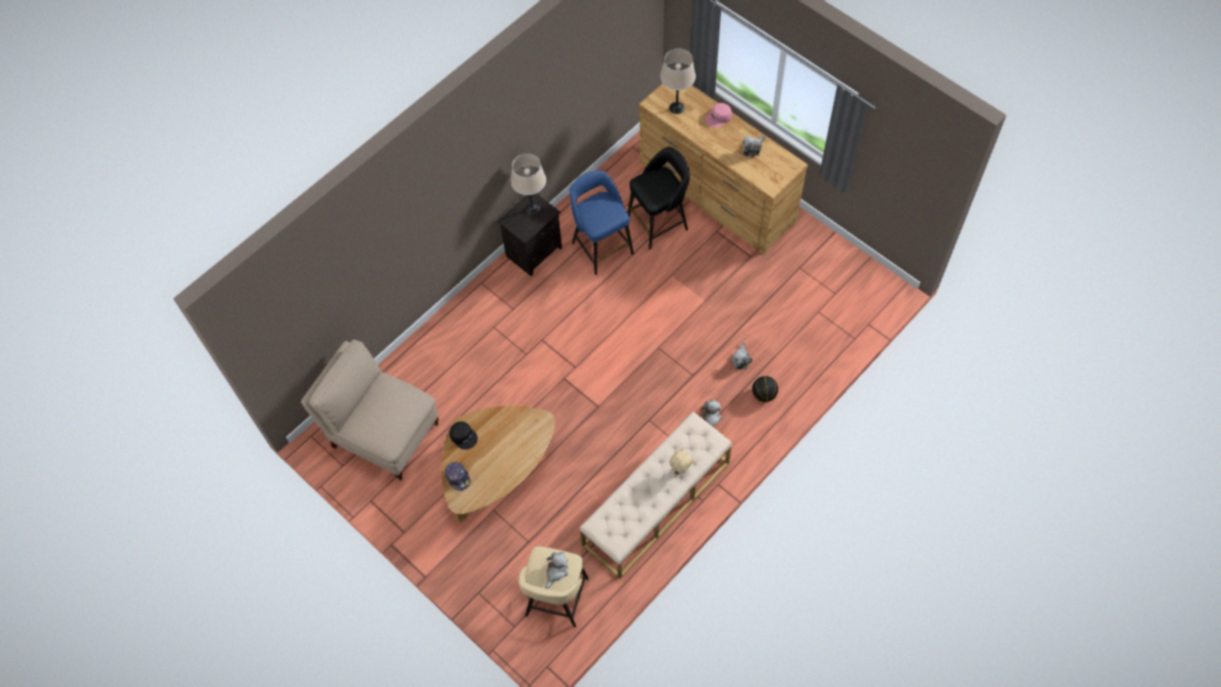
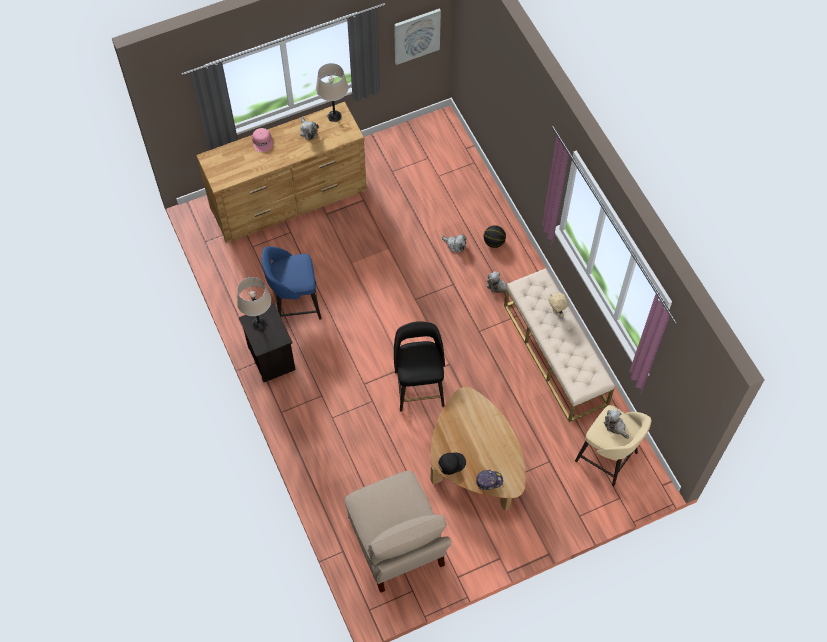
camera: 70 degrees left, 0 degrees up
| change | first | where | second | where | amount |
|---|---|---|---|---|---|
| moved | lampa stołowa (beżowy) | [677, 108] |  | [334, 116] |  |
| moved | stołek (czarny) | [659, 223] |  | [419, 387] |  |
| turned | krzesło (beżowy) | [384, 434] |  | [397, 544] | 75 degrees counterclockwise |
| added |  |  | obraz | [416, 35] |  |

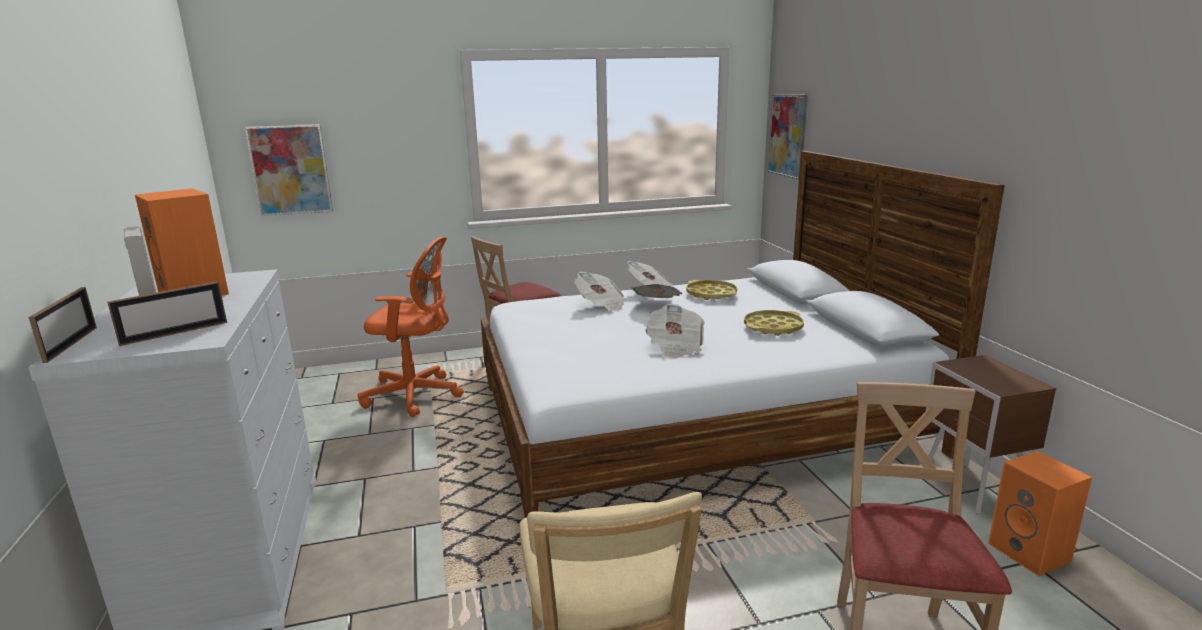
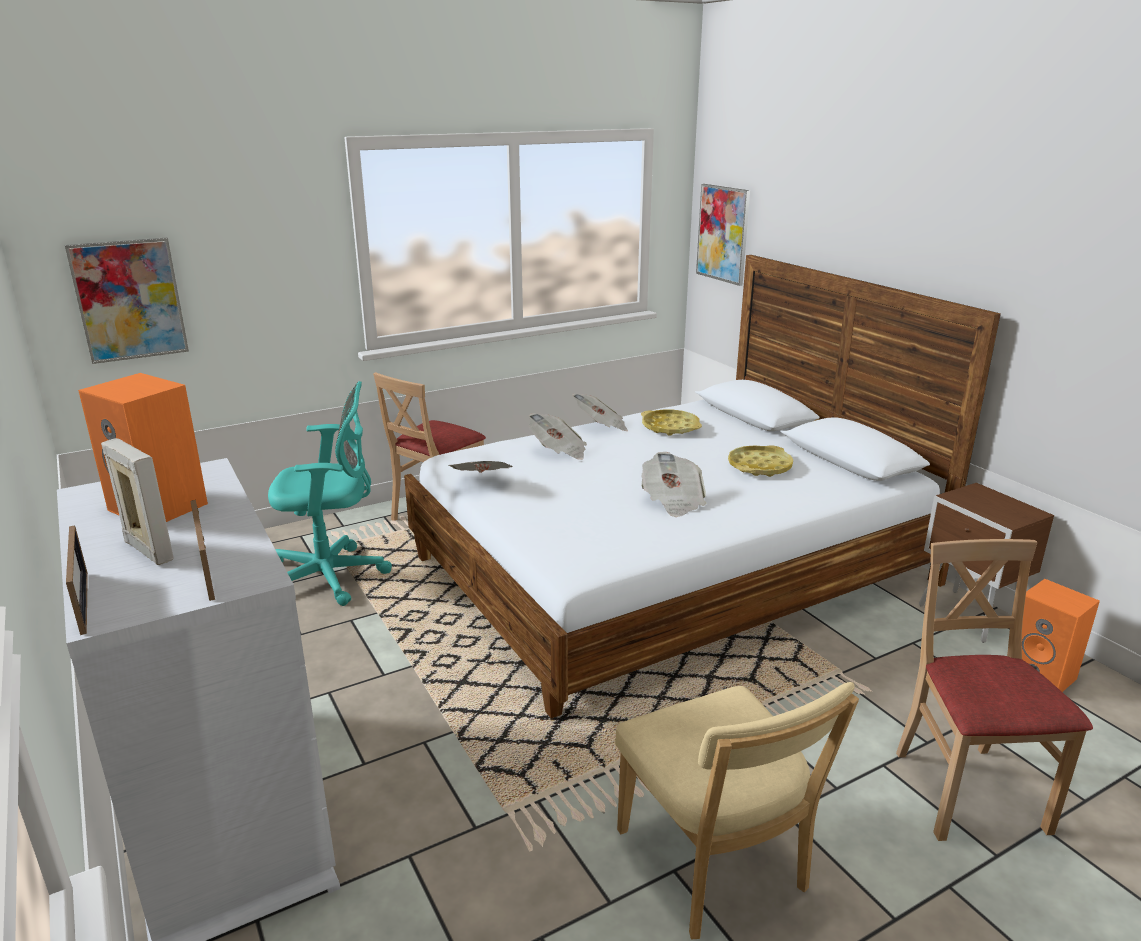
camera: 15 degrees left, 5 degrees up
| change | first | where | second | where | amount |
|---|---|---|---|---|---|
| recoloured | krzesło biurowe (pomarańczowy) | [416, 395] | krzesło biurowe (turkusowy) | [332, 576] |  |
| turned | ramka na zdjęcie | [175, 333] |  | [207, 571] | 120 degrees clockwise |
| moved | gazeta | [657, 305] |  | [482, 482] |  |

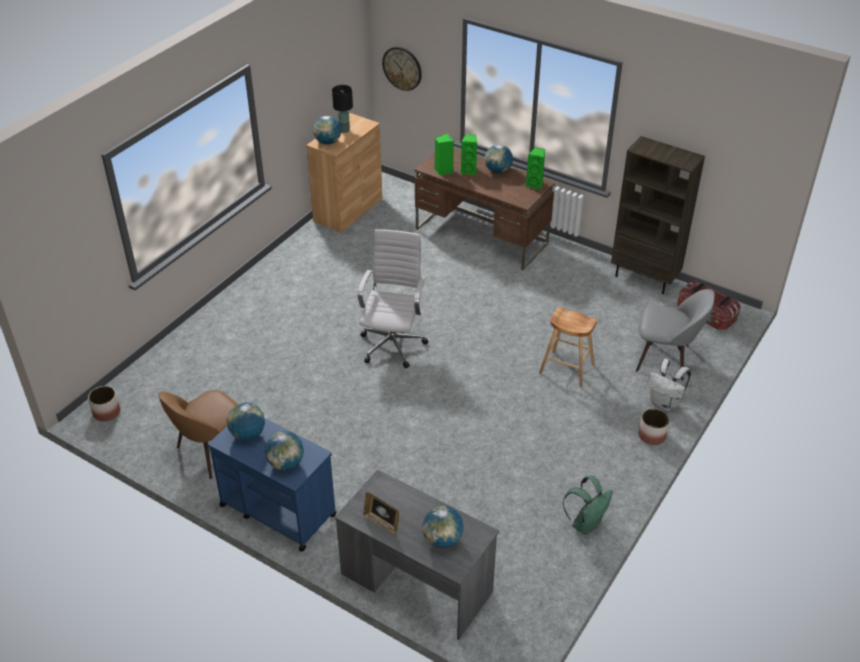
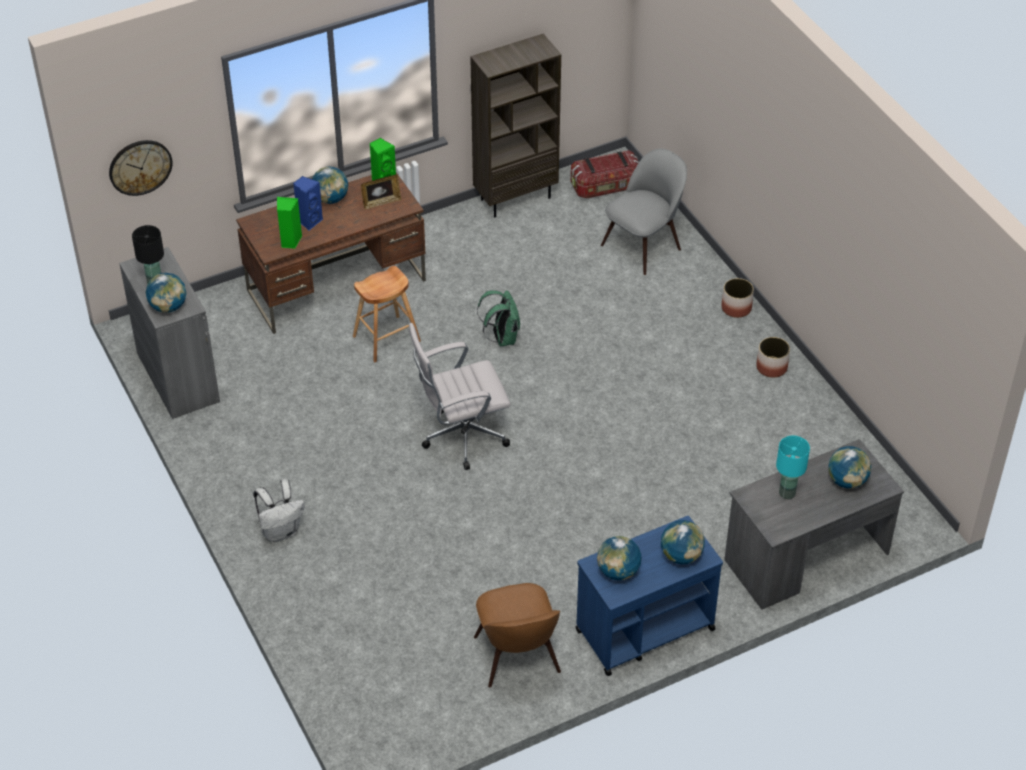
camera: 60 degrees left, 5 degrees up
| change | first | where | second | where | amount |
|---|---|---|---|---|---|
| recoloured | szafka (brązowy) | [348, 209] | szafka (szary) | [178, 377] |  |
| recoloured | głośnik (zielony) | [469, 170] | głośnik (niebieski) | [309, 221] |  |
| turned | krzesło biurowe (biały) | [393, 343] |  | [461, 437] | 60 degrees counterclockwise |
| moved | stołek (brązowy) | [567, 369] |  | [386, 339] |  |
| moved | plecak (biały) | [665, 403] |  | [281, 531] |  |
| moved | donica | [107, 412] |  | [772, 367] |  |
| moved | plecak (zielony) | [586, 523] |  | [502, 338] |  |
| moved | ramka na zdjęcie | [382, 523] |  | [381, 202] |  |
| added |  |  | lampa stołowa (turkusowy) | [787, 493] |  |

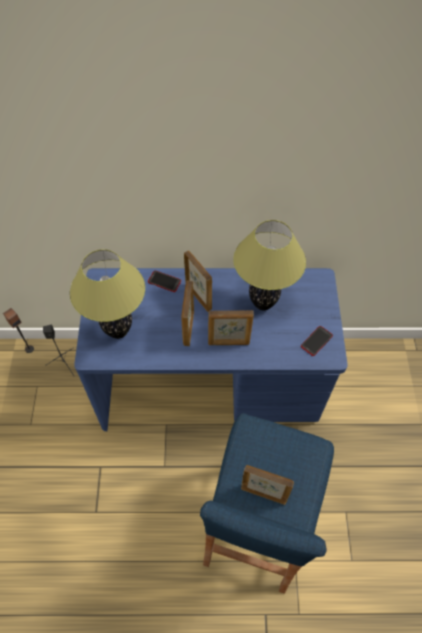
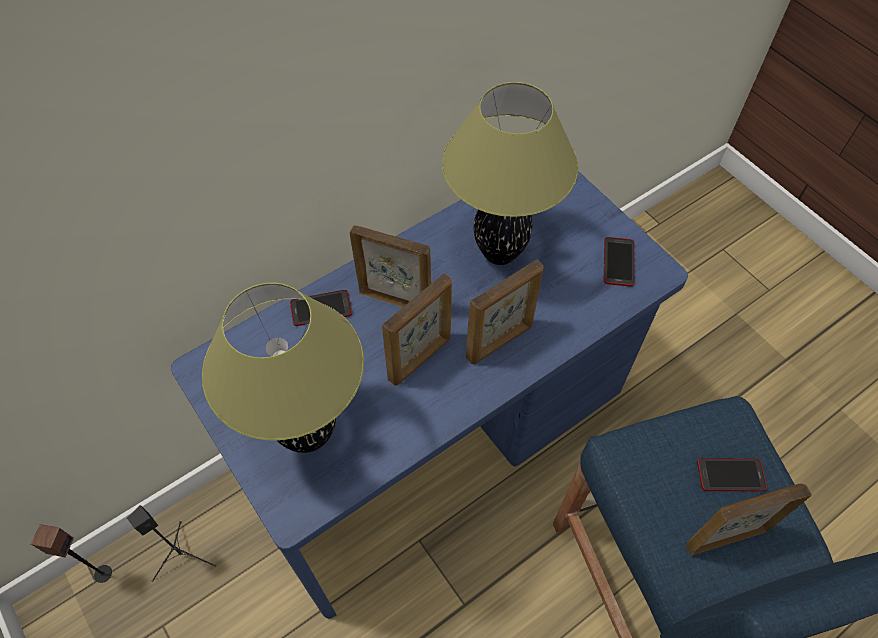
camera: 35 degrees left, 0 degrees up
| change | first | where | second | where | amount |
|---|---|---|---|---|---|
| turned | ramka na zdjęcie | [188, 328] |  | [420, 359] | 105 degrees counterclockwise |
| added |  |  | telefon | [730, 475] |  |

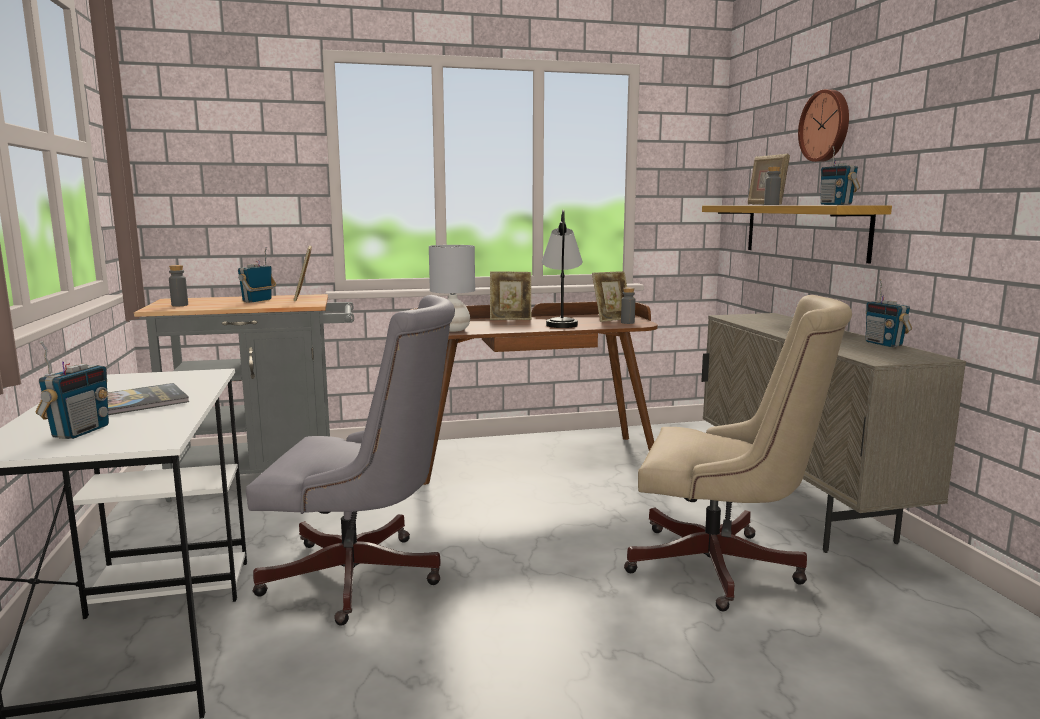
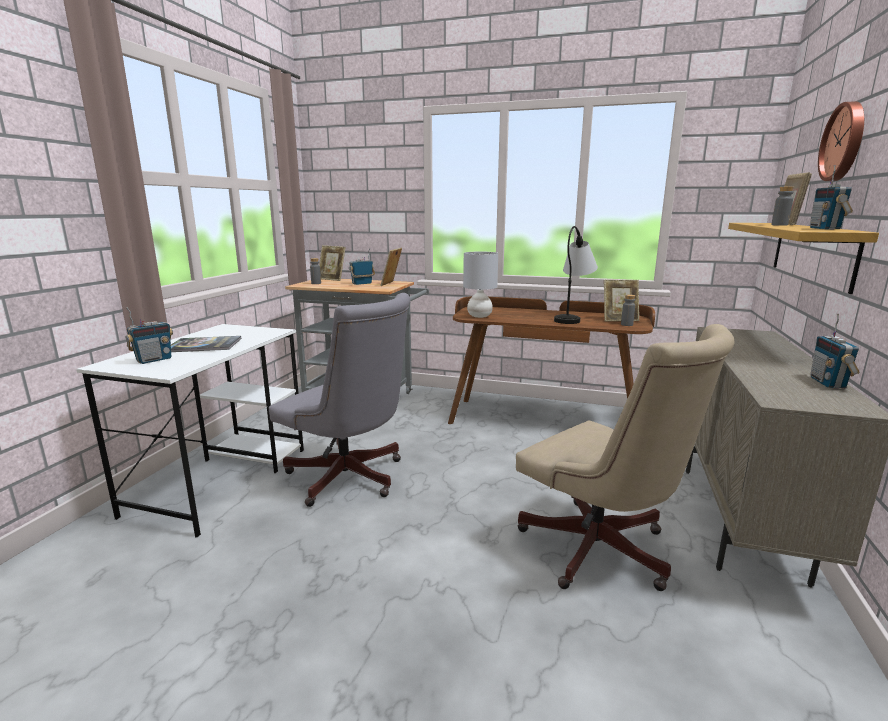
camera: 30 degrees right, 5 degrees up
| change | first | where | second | where | amount |
|---|---|---|---|---|---|
| moved | ramka na zdjęcie | [510, 319] |  | [332, 279] |  |

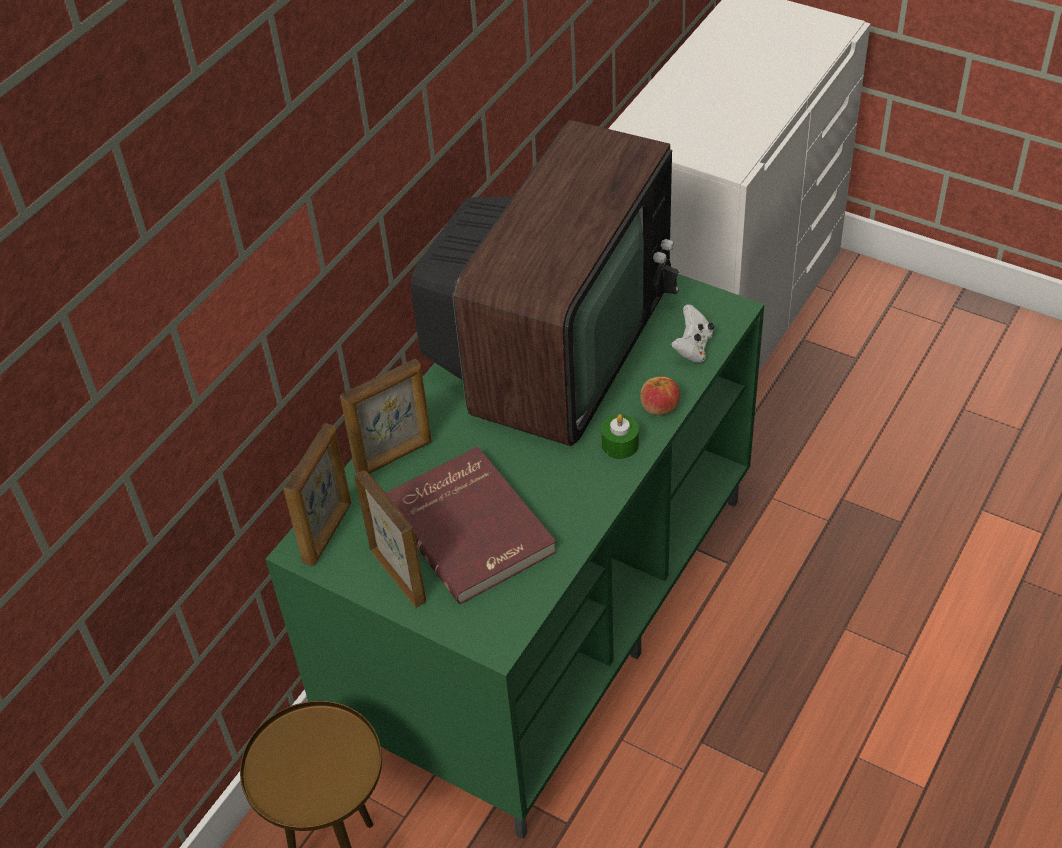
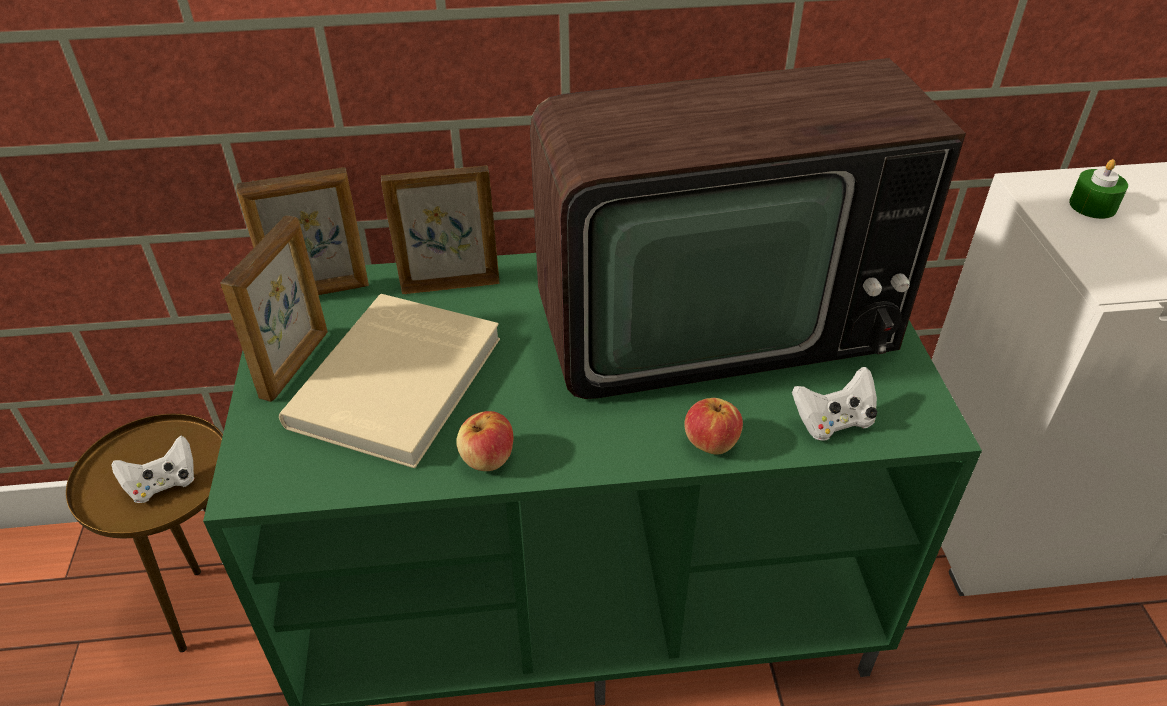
camera: 50 degrees right, 5 degrees down
| change | first | where | second | where | amount |
|---|---|---|---|---|---|
| turned | ramka na zdjęcie | [394, 457] |  | [450, 284] | 150 degrees clockwise |
| moved | świeca (zielony) | [620, 444] |  | [1092, 206] |  |
| recoloured | książka (czerwony) | [472, 527] | książka (beżowy) | [400, 383] |  |
| added |  |  | jabłko | [487, 458] |  |
| added |  |  | pad do gier (biały) | [163, 484] |  |

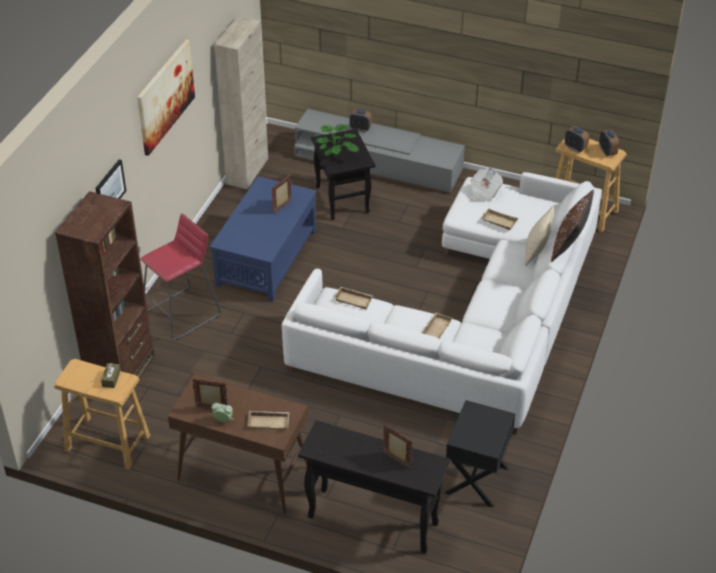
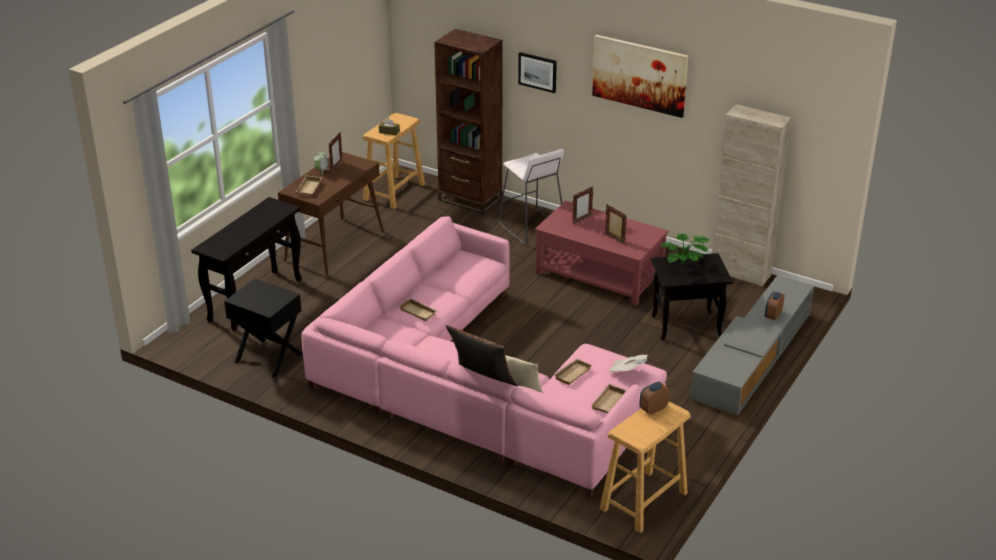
camera: 100 degrees right, 10 degrees down
| change | first | where | second | where | amount |
|---|---|---|---|---|---|
| removed | budzik | [607, 151] |  |  |  |
| recoloured | kanapa (biały) | [471, 321] | kanapa (różowy) | [473, 385] |  |
| recoloured | ława (niebieski) | [266, 258] | ława (czerwony) | [598, 274] |  |
| recoloured | stołek (czerwony) | [183, 314] | stołek (biały) | [532, 228] |  |
| moved | taca (beżowy) | [354, 299] |  | [609, 402] |  |
| moved | ramka na zdjęcie | [397, 461] |  | [581, 220] |  |

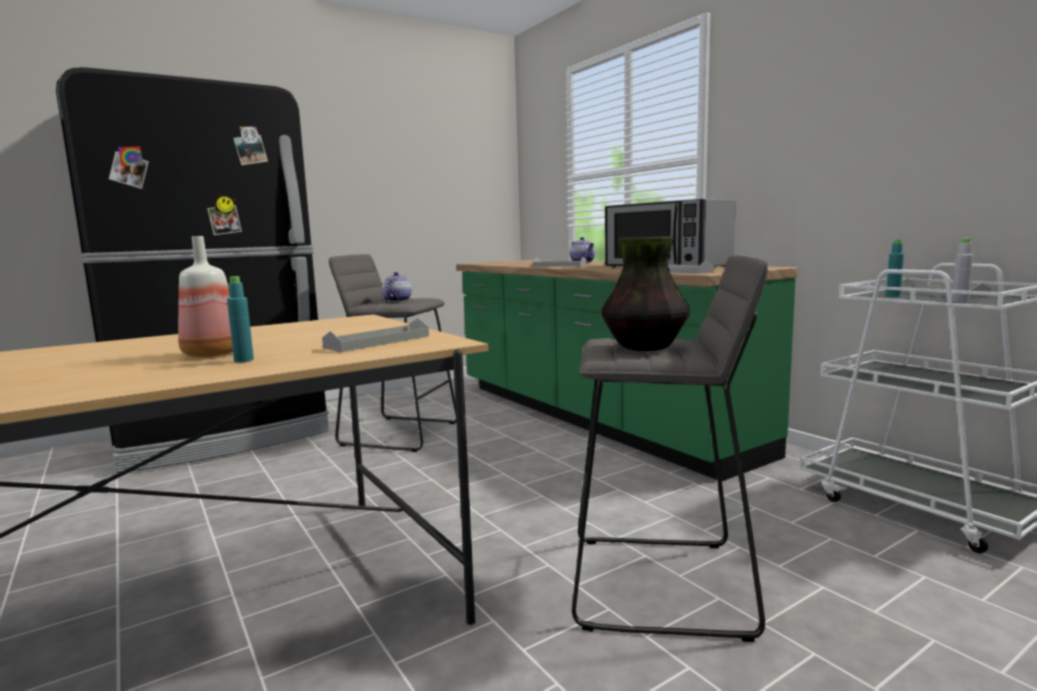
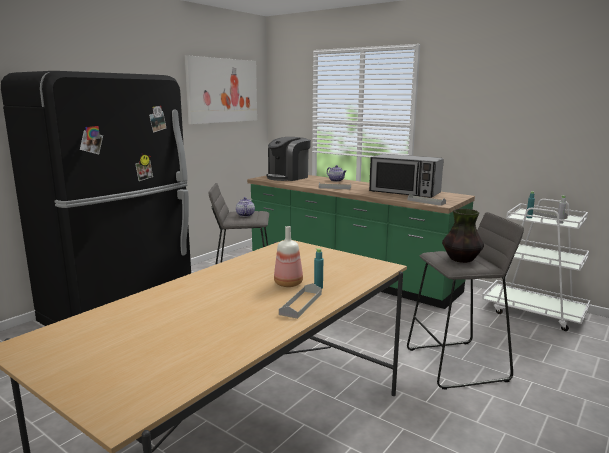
camera: 20 degrees left, 5 degrees up
| change | first | where | second | where | amount |
|---|---|---|---|---|---|
| moved | taca (szary) | [378, 342] |  | [301, 304] |  |
| added |  |  | obraz | [222, 90] |  |
| added |  |  | ekspres do kawy | [288, 177] |  |

